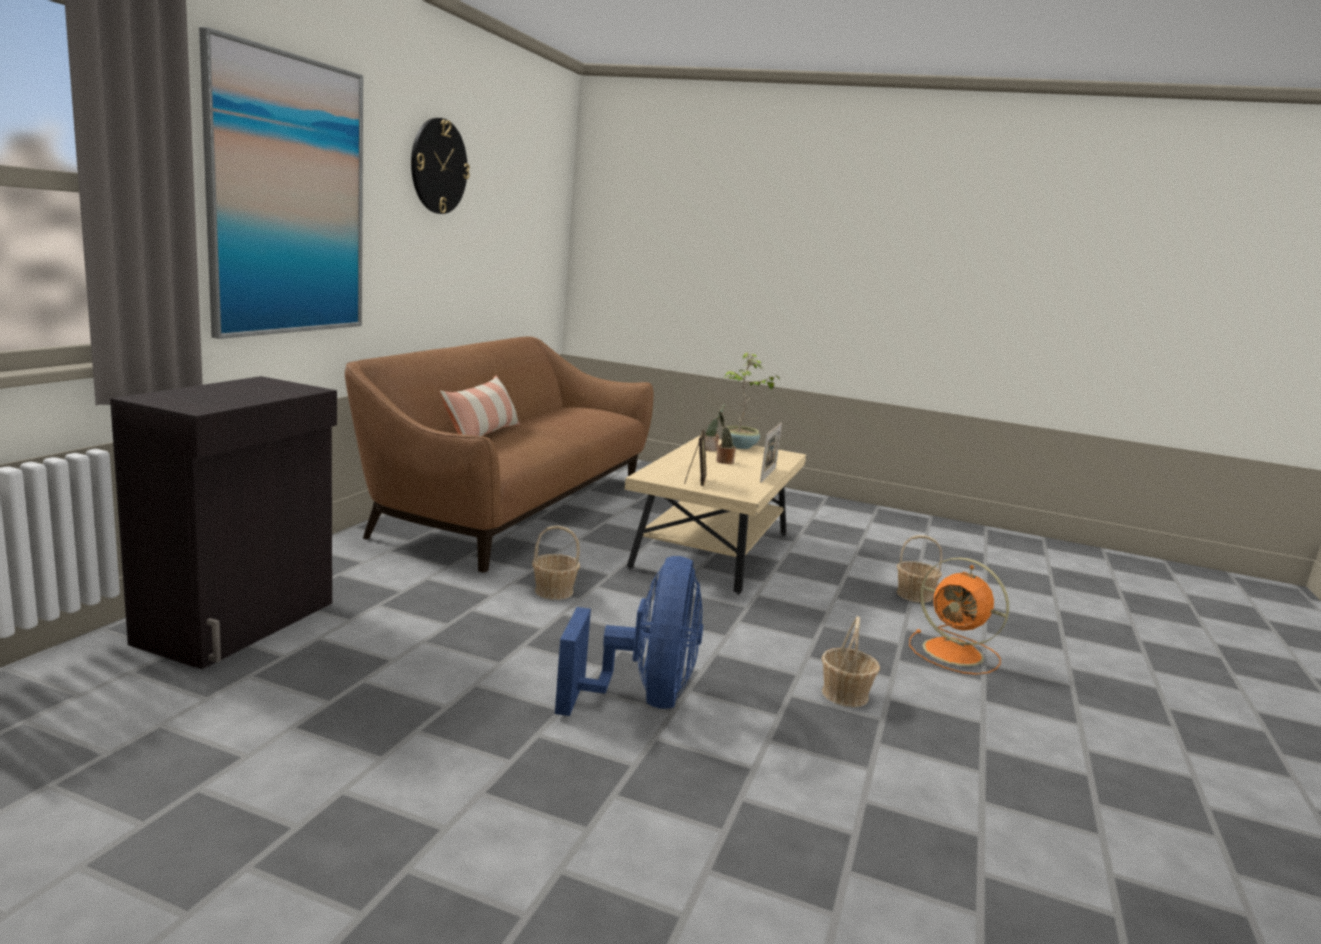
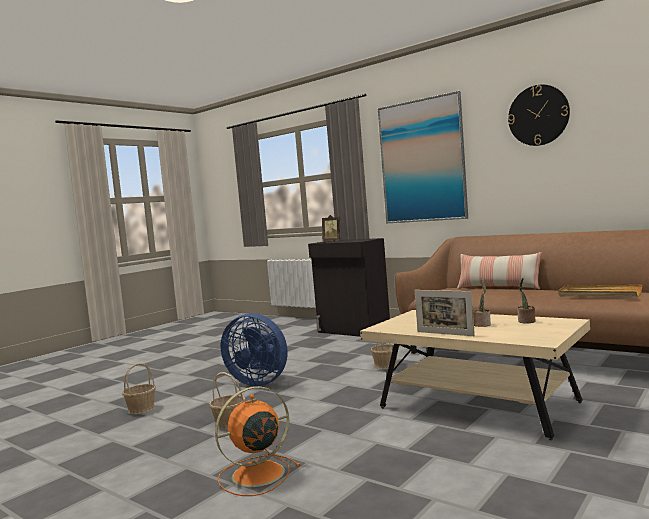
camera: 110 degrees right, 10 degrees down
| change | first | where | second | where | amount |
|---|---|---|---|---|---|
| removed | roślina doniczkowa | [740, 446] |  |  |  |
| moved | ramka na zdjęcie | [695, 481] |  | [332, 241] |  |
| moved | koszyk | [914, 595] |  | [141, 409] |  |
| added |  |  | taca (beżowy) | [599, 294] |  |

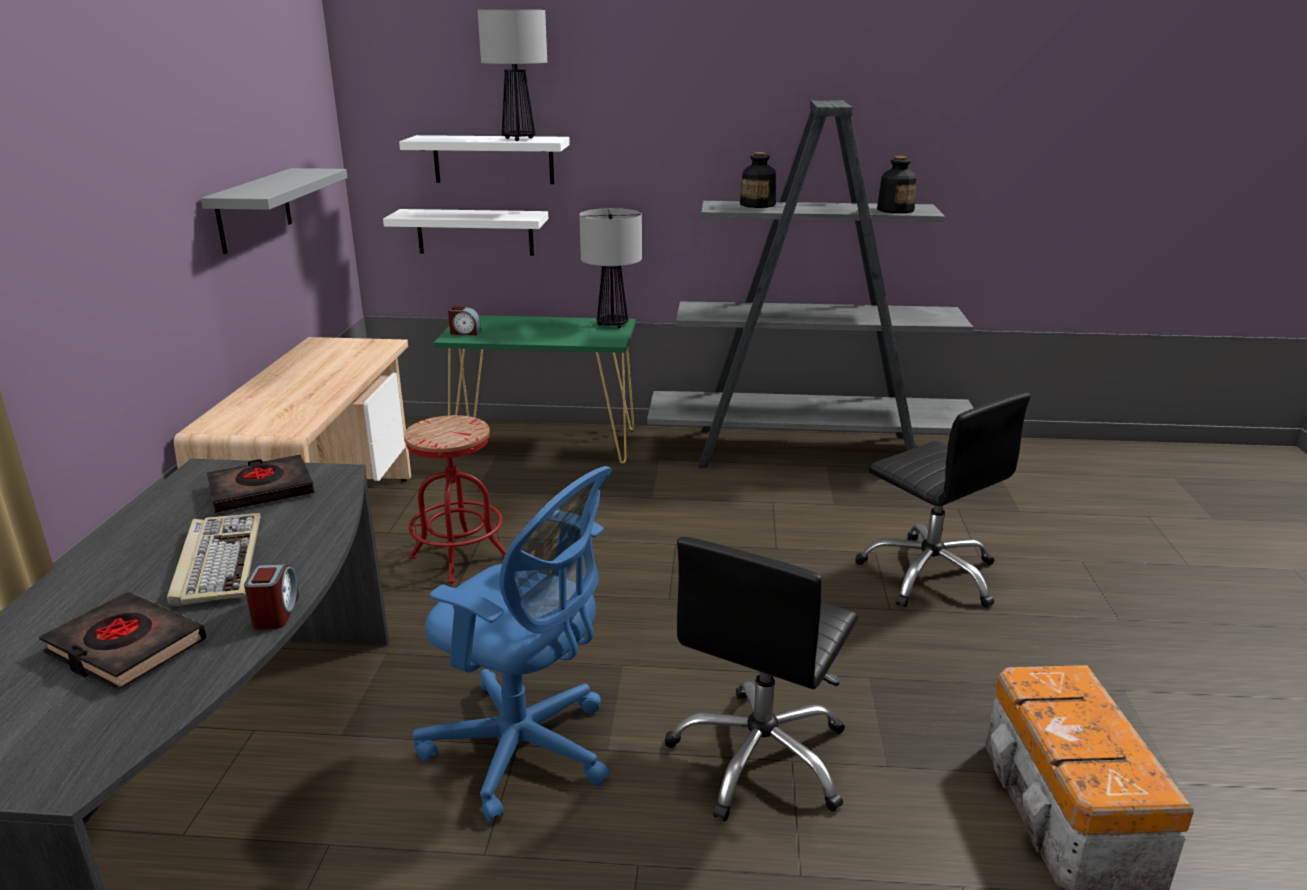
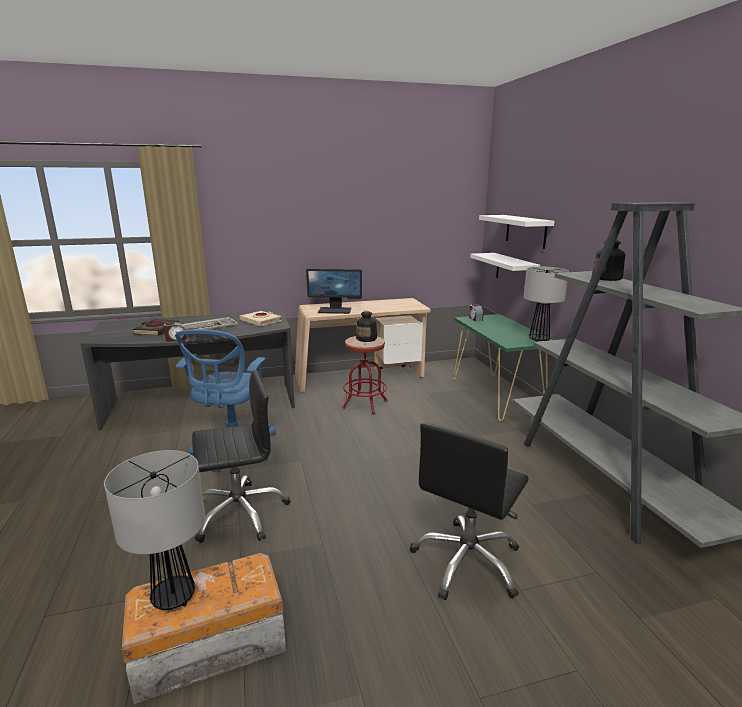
camera: 70 degrees right, 5 degrees down
| change | first | where | second | where | amount |
|---|---|---|---|---|---|
| moved | lampa stołowa | [518, 139] |  | [173, 596] |  |
| moved | butelka | [895, 210] |  | [366, 339] |  |
| removed | półka (szary) | [254, 210] |  |  |  |
| recoloured | książka (czarny) | [261, 490] | książka (beżowy) | [261, 321] |  |
| turned | krzesło biurowe (czarny) | [761, 757] |  | [239, 513] | 150 degrees clockwise |
| added |  |  | monitor | [335, 310] |  |

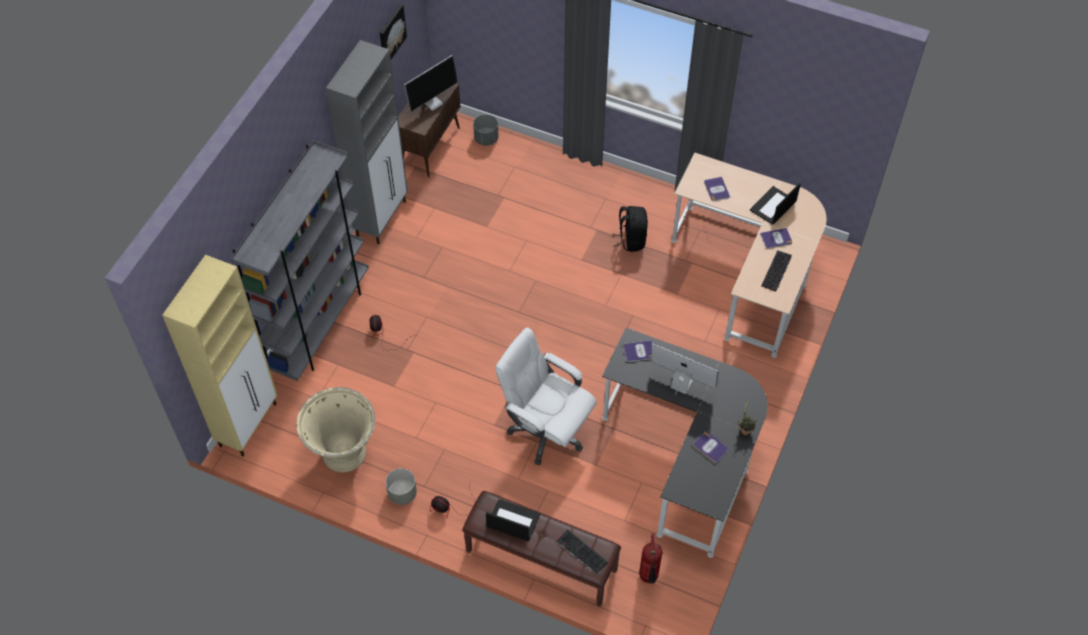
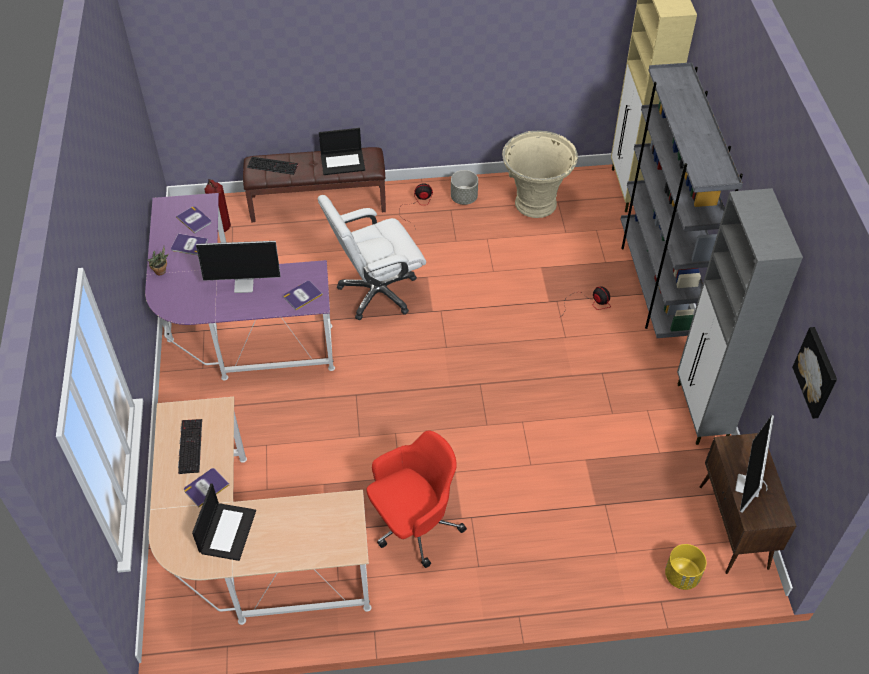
camera: 150 degrees right, 5 degrees down
| change | first | where | second | where | amount |
|---|---|---|---|---|---|
| recoloured | donica (szary) | [486, 139] | donica (żółty) | [682, 575] |  |
| moved | książka | [716, 189] |  | [194, 220] |  |
| replaced | plecak (czarny) | [631, 240] | krzesło biurowe (czerwony) | [413, 525] |  |
| turned | krzesło biurowe (biały) | [546, 430] |  | [377, 292] | 150 degrees clockwise |
| recoloured | biurko (czarny) | [687, 455] | biurko (fioletowy) | [232, 329] |  |

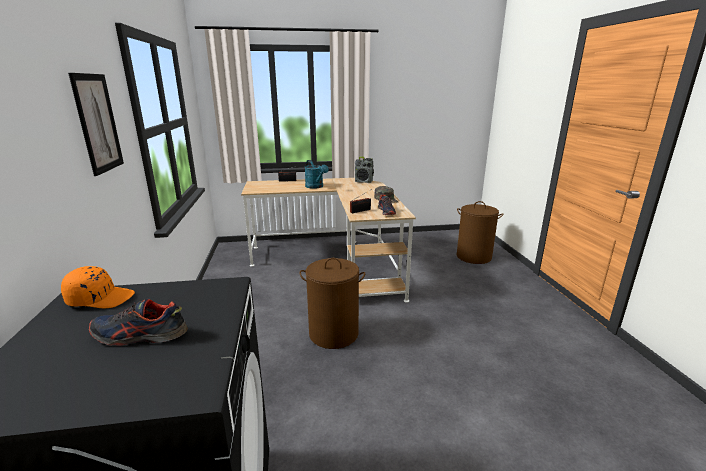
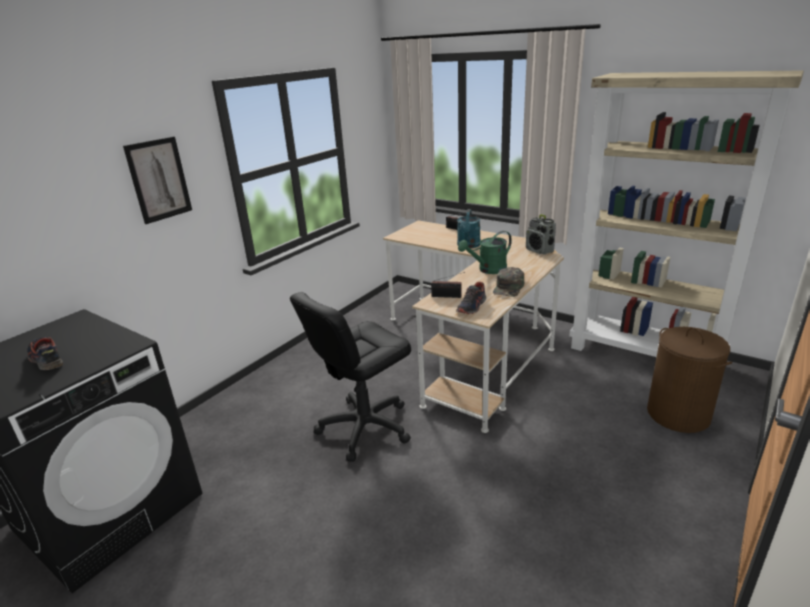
camera: 45 degrees right, 5 degrees up
| change | first | where | second | where | amount |
|---|---|---|---|---|---|
| replaced | kosz na pranie (brązowy) | [333, 334] | krzesło biurowe (czarny) | [364, 427] |  |
| removed | czapka z daszkiem (pomarańczowy) | [101, 298] |  |  |  |
| added |  |  | regał (beżowy) | [645, 355] |  |
| added |  |  | konewka (zielony) | [488, 270] |  |

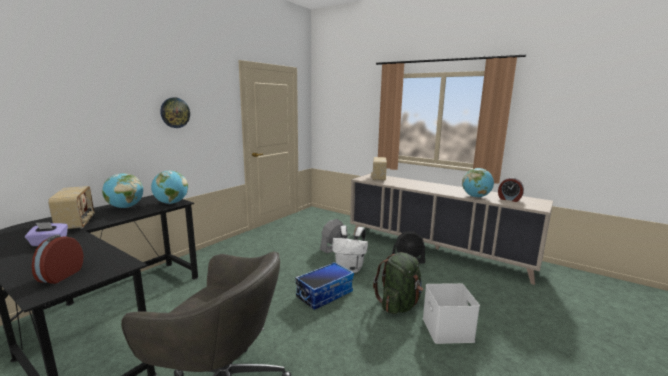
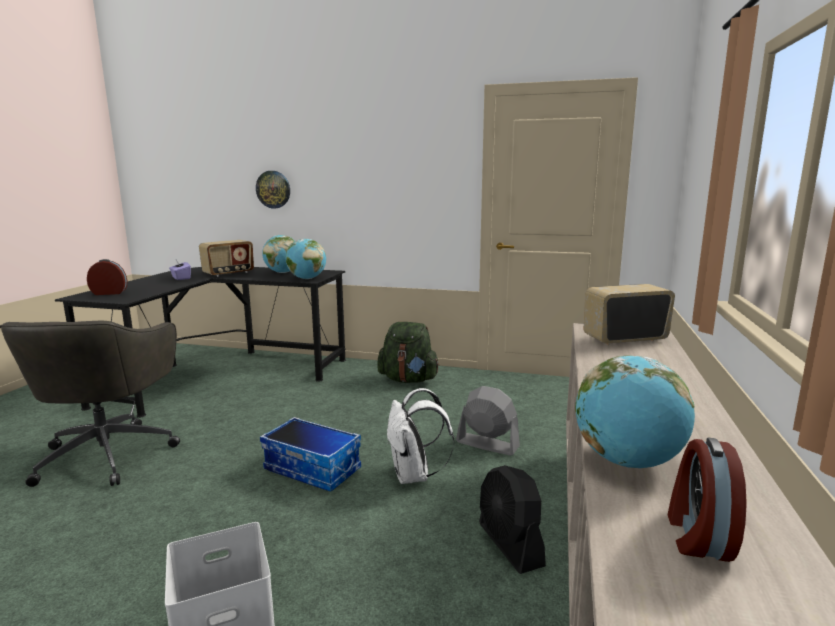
camera: 70 degrees right, 0 degrees up
| change | first | where | second | where | amount |
|---|---|---|---|---|---|
| moved | zegar ścienny | [175, 112] |  | [273, 189] |  |
| moved | plecak (zielony) | [399, 305] |  | [408, 379] |  |

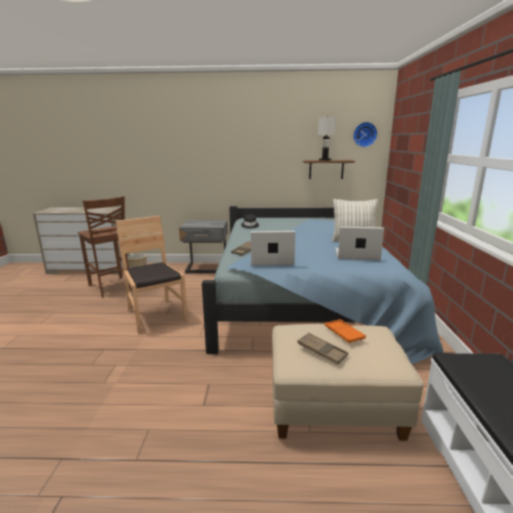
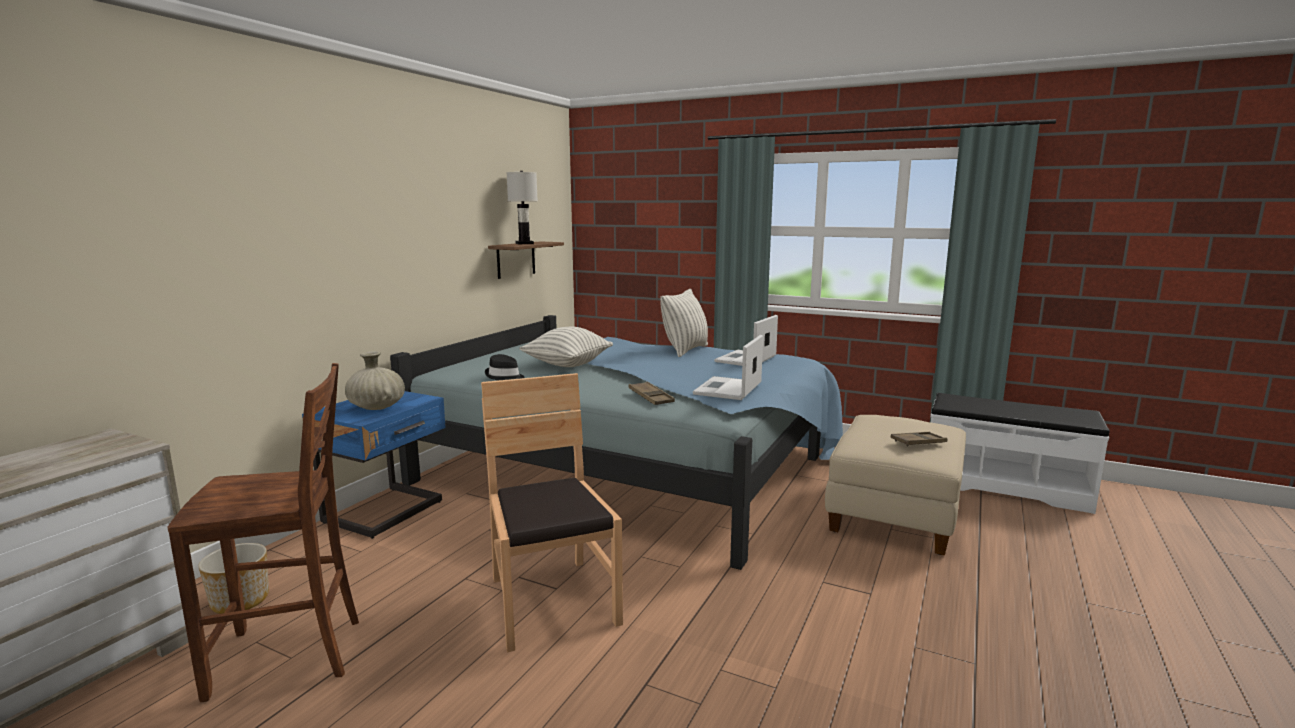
camera: 65 degrees left, 5 degrees down
| change | first | where | second | where | amount |
|---|---|---|---|---|---|
| removed | zegar ścienny | [364, 134] |  |  |  |
| turned | krzesło (brązowy) | [156, 315] |  | [551, 602] | 75 degrees clockwise |
| recoloured | szafka nocna (szary) | [206, 269] | szafka nocna (niebieski) | [386, 512] |  |
| removed | taca (pomarańczowy) | [343, 333] |  |  |  |
| added |  |  | poduszka | [567, 365] |  |
| added |  |  | wazon (beżowy) | [377, 408] |  |

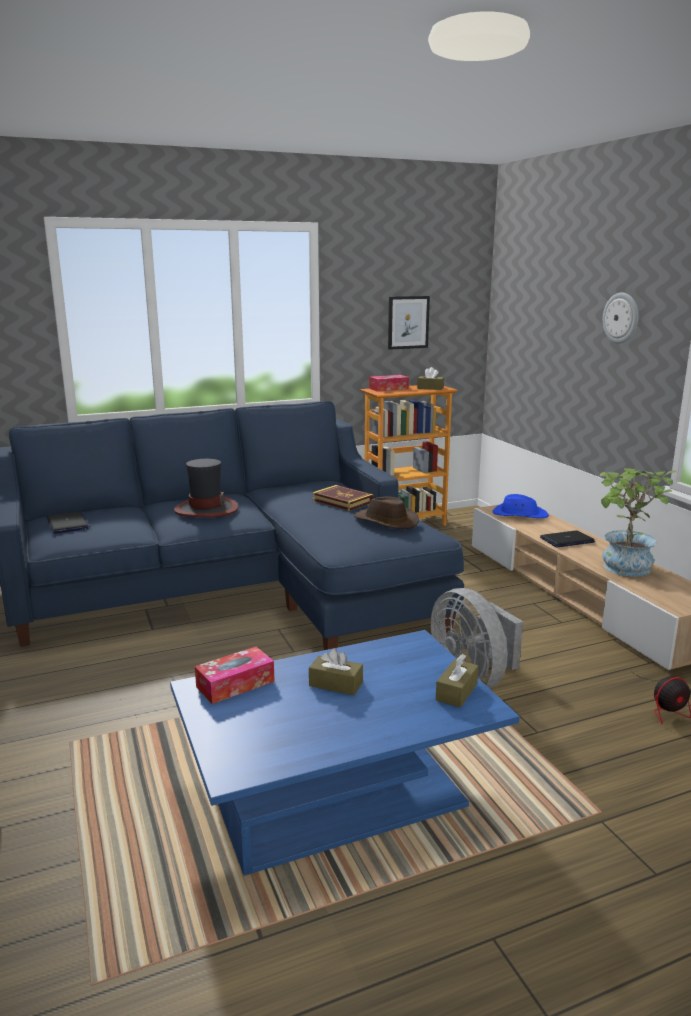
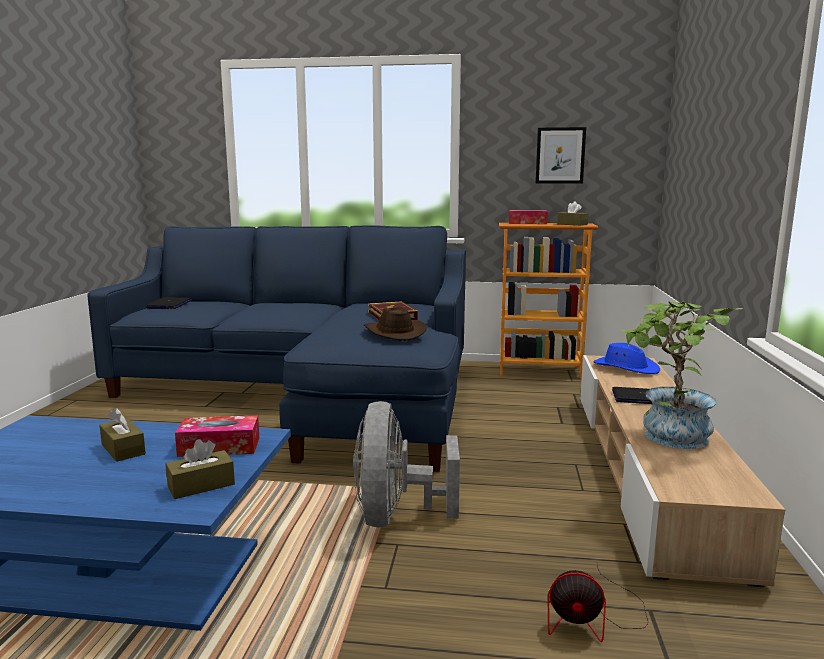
camera: 30 degrees right, 5 degrees down
| change | first | where | second | where | amount |
|---|---|---|---|---|---|
| removed | zegar ścienny | [621, 318] |  |  |  |
| removed | kapelusz | [206, 509] |  |  |  |
| moved | pudełko chusteczek | [235, 684] |  | [219, 447] |  |

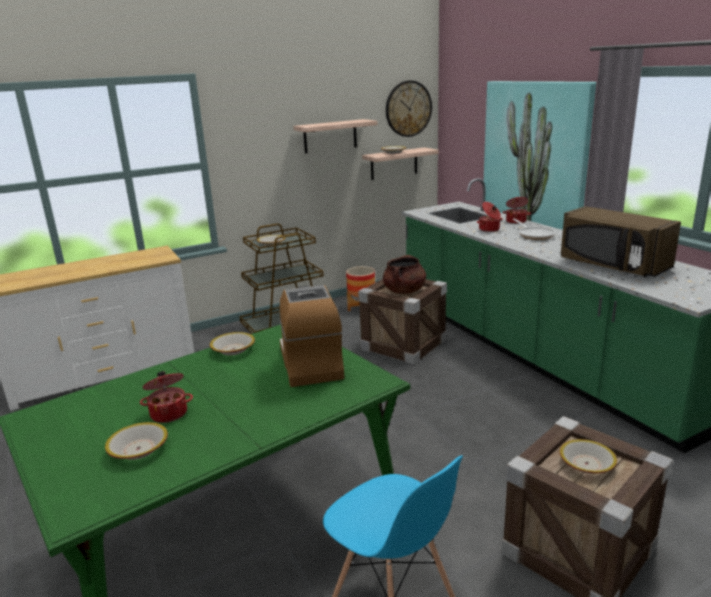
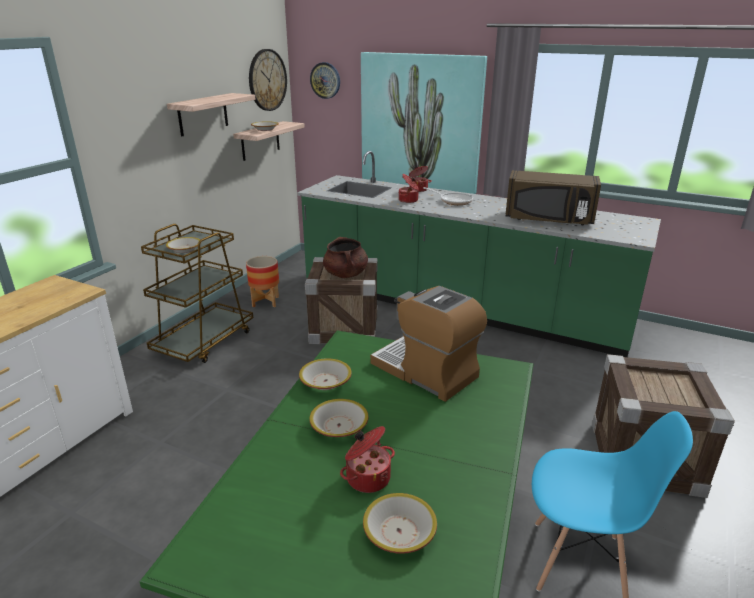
camera: 35 degrees left, 5 degrees up
| change | first | where | second | where | amount |
|---|---|---|---|---|---|
| moved | miska | [586, 464] |  | [339, 426] |  |
| added |  |  | zegar ścienny | [325, 80] |  |

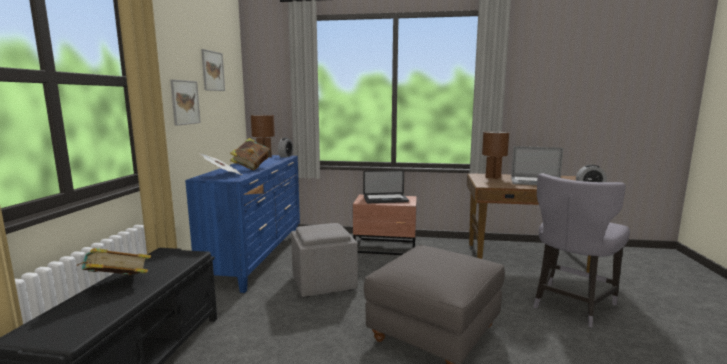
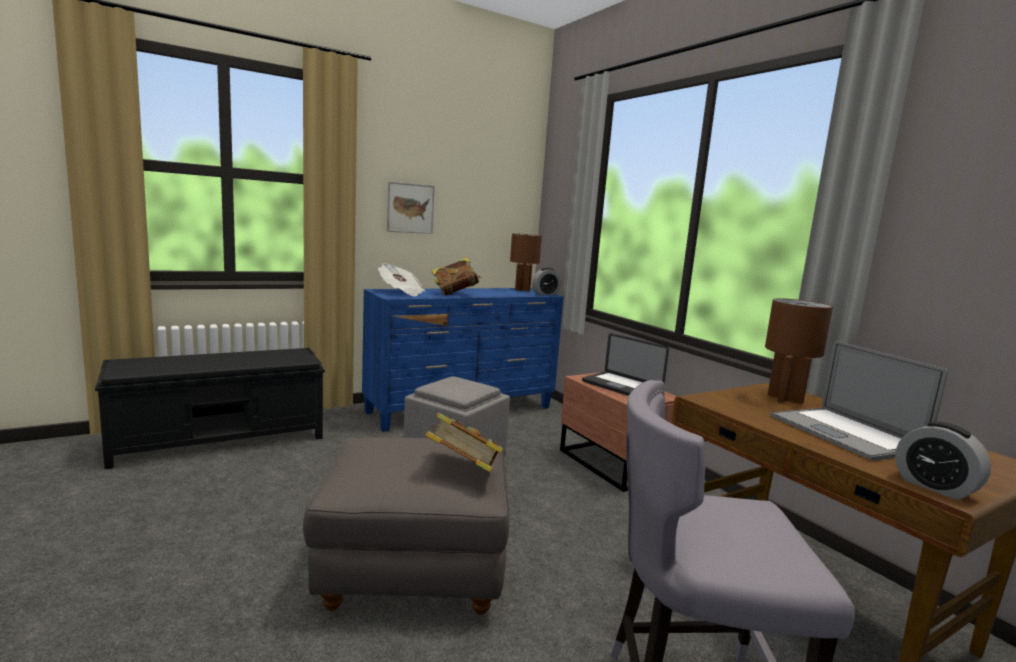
camera: 50 degrees right, 0 degrees up
| change | first | where | second | where | amount |
|---|---|---|---|---|---|
| removed | obraz | [212, 71] |  |  |  |
| moved | książka | [117, 284] |  | [463, 471] |  |

